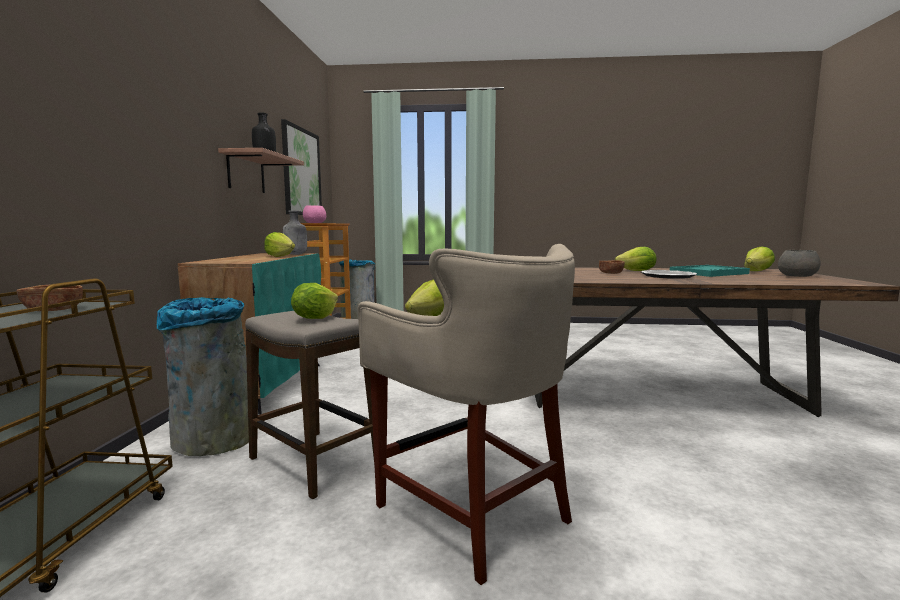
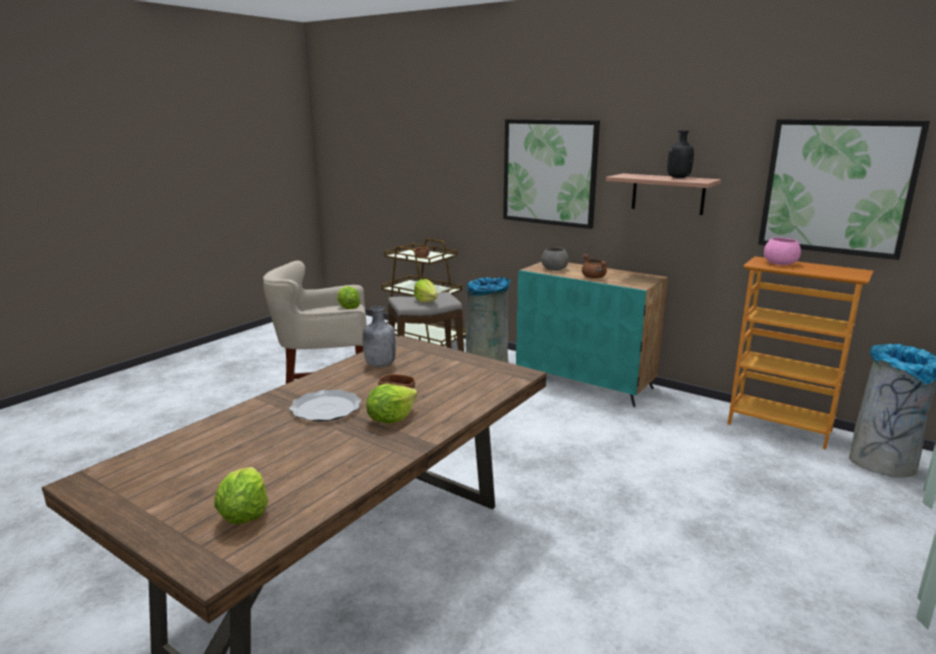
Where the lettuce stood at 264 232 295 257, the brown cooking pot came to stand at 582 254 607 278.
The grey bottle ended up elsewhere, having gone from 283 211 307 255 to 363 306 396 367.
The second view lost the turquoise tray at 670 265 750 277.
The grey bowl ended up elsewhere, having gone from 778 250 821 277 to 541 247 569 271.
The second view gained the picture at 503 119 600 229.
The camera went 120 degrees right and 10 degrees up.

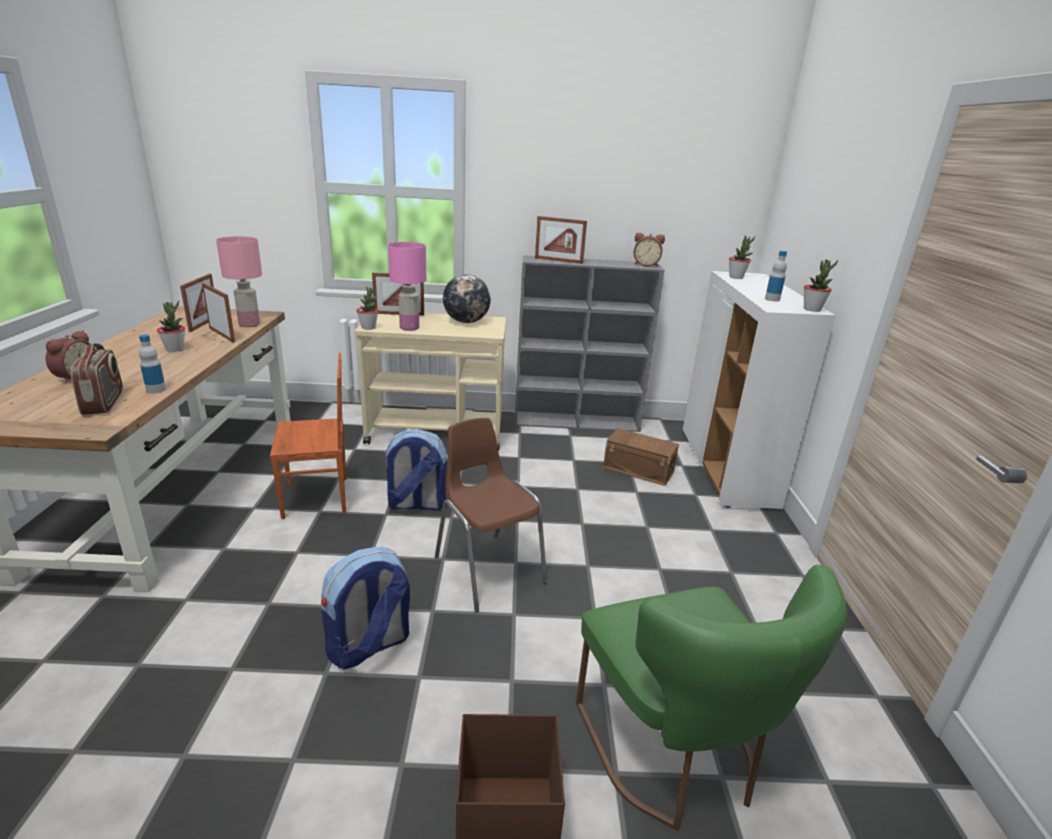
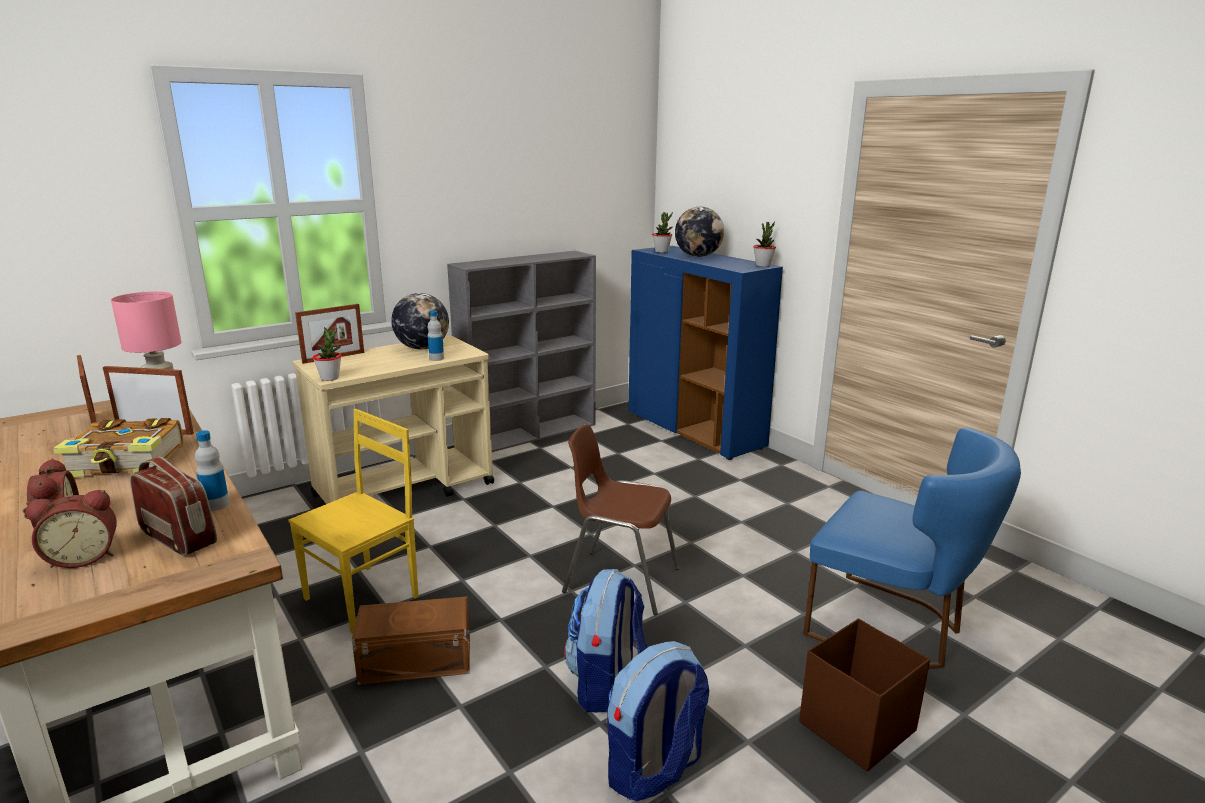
Where the potted plant stood at 157 301 185 352, the book came to stand at 53 418 184 477.
What was the brown chair at 270 353 347 519 turned into the yellow chair at 288 409 419 633.
The backpack ended up elsewhere, having gone from 383 429 447 511 to 607 641 709 802.
The second view lost the pink table lamp at 388 242 426 331.
The second view lost the picture frame at 535 216 587 264.
What was the green chair at 576 565 847 830 turned into the blue chair at 803 428 1021 669.
The brown storage box ended up elsewhere, having gone from 603 428 679 486 to 352 596 470 685.
The alarm clock ended up elsewhere, having gone from 633 233 665 267 to 26 490 117 568.
What was the white cabinet at 683 271 835 510 turned into the blue cabinet at 628 246 783 460.
The bottle ended up elsewhere, having gone from 765 251 787 301 to 428 311 444 361.
The second view gained the globe at 675 207 724 257.
The camera went 35 degrees left and 5 degrees down.

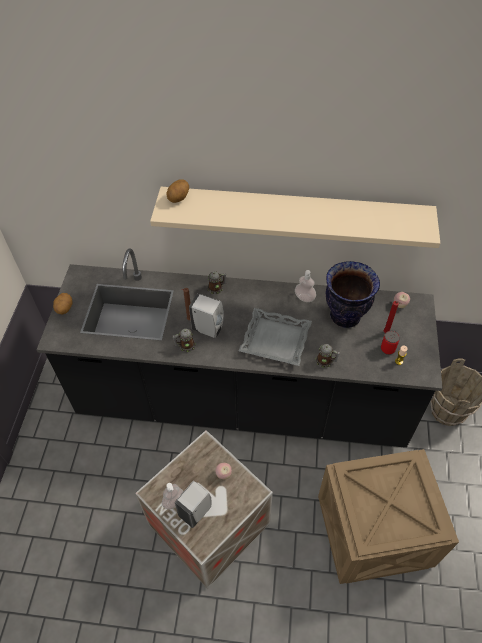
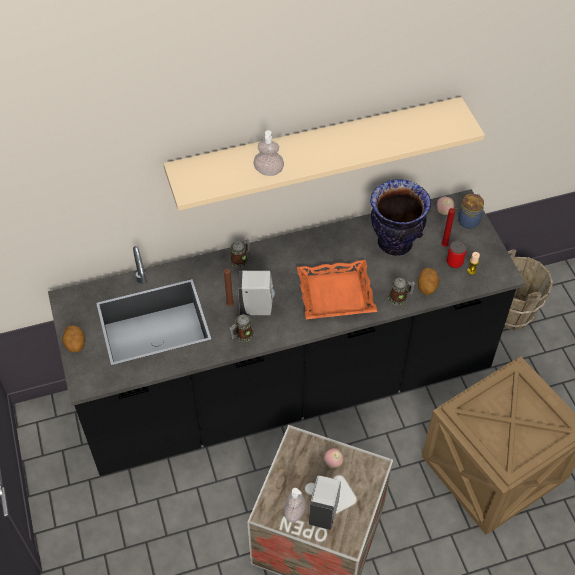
The potato ended up elsewhere, having gone from 166 179 189 203 to 418 267 439 295.
What was the grey tray at 239 308 312 366 turned into the orange tray at 297 260 377 319.
The soap dispenser ended up elsewhere, having gone from 295 270 316 302 to 253 130 284 176.
The second view gained the jar at 458 194 484 229.
The camera went 25 degrees left and 0 degrees up.

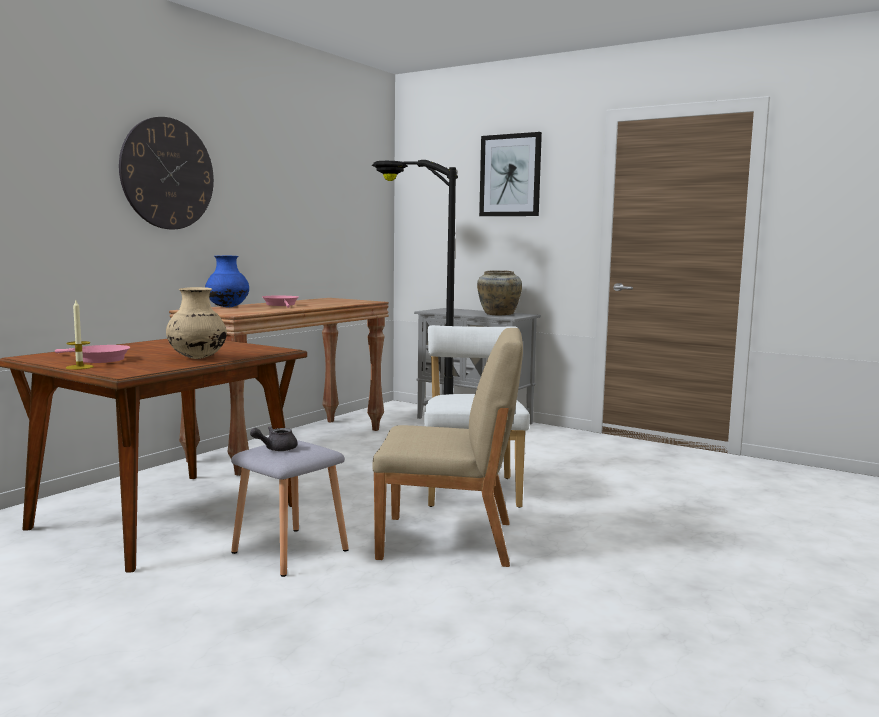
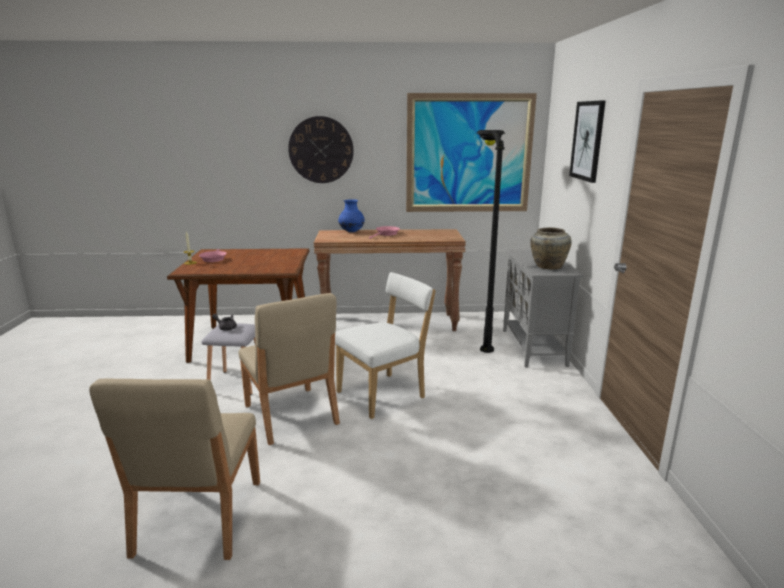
The second view lost the beige vase at 166 287 227 359.
The second view gained the beige chair at 89 379 260 560.
The second view gained the picture at 406 93 537 212.
The camera went 55 degrees right and 10 degrees up.

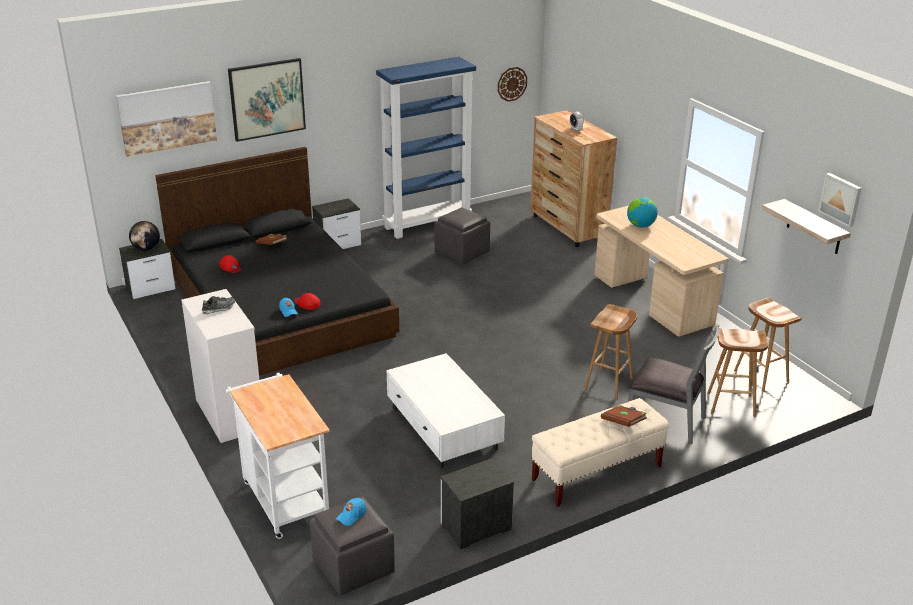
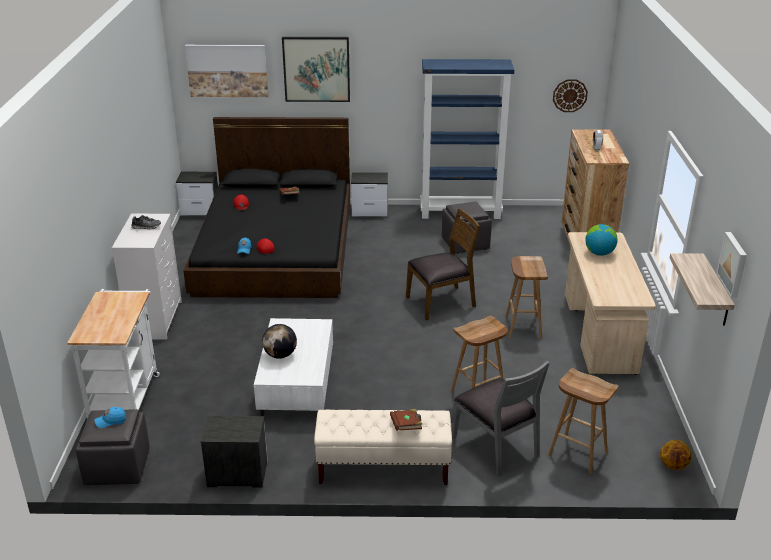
The globe ended up elsewhere, having gone from 129 221 160 251 to 262 324 297 359.
The brown stool ended up elsewhere, having gone from 734 298 802 392 to 505 256 548 338.
The second view gained the brown chair at 406 208 480 320.
The second view gained the basketball at 660 440 692 470.
The camera went 30 degrees right and 0 degrees up.

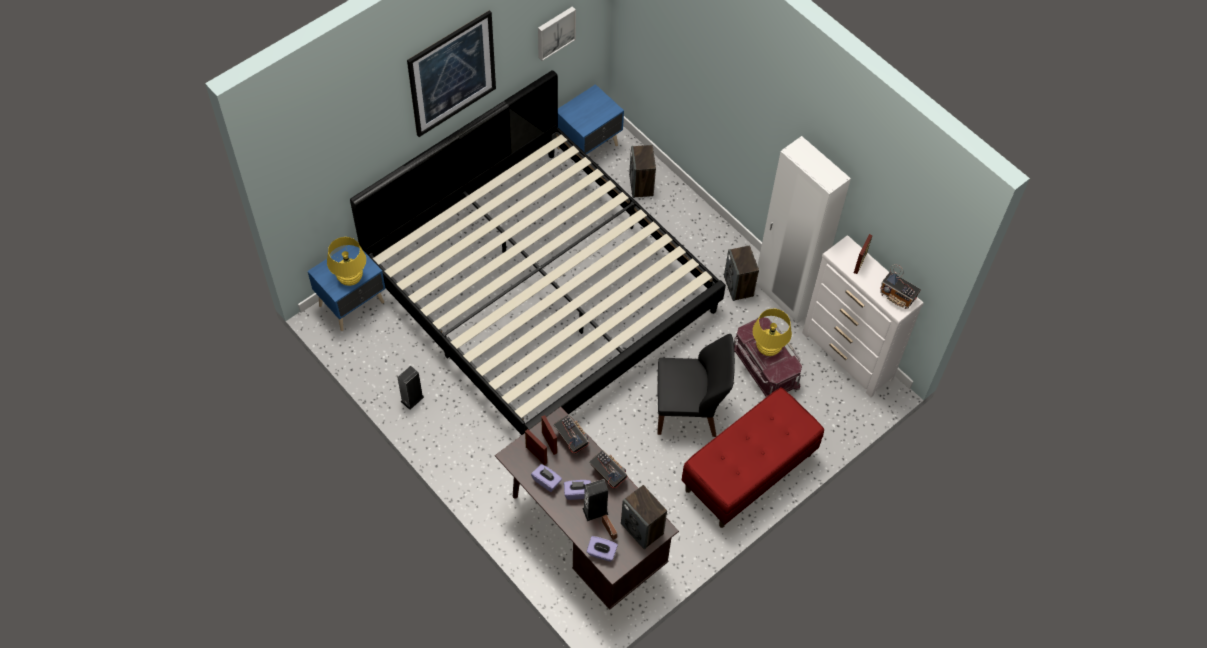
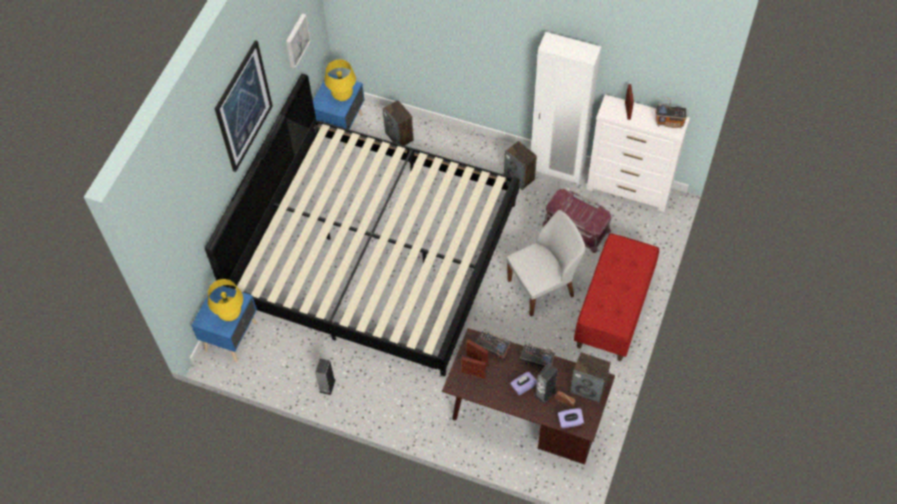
The second view lost the purple tissue box at 531 464 562 492.
What was the black chair at 657 334 735 437 turned into the white chair at 507 210 586 316.
The yellow table lamp ended up elsewhere, having gone from 753 309 792 356 to 324 59 356 101.
The camera went 25 degrees left and 0 degrees up.

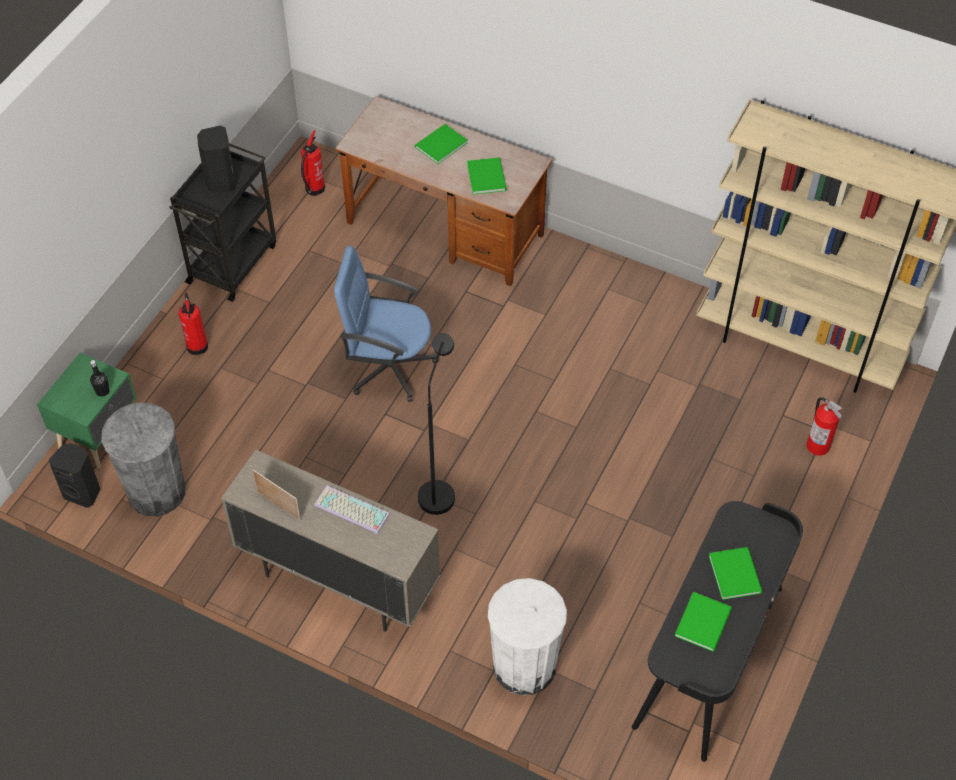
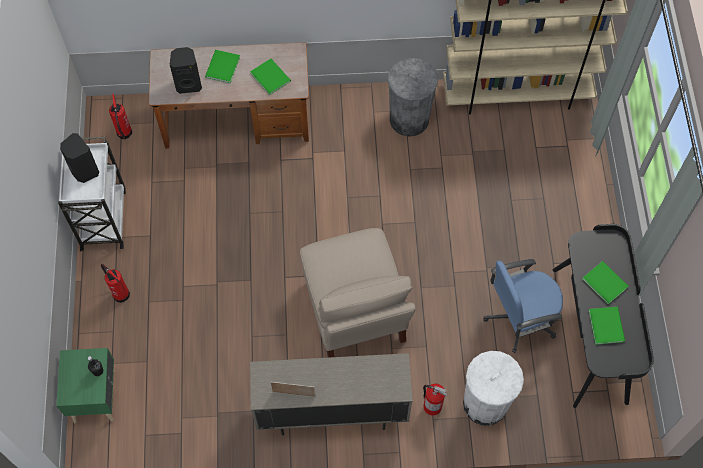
The black speaker ended up elsewhere, having gone from 49 444 100 508 to 170 47 202 94.
The grey trash can ended up elsewhere, having gone from 101 402 185 517 to 388 58 438 137.
What was the black cart at 169 143 276 302 turned into the white cart at 58 137 126 251.
The second view lost the keyboard at 314 486 390 534.
The blue office chair ended up elsewhere, having gone from 334 246 439 402 to 483 259 563 353.
Where the black floor lamp stood at 418 333 455 515, the beige chair came to stand at 300 228 416 358.
The fire extinguisher ended up elsewhere, having gone from 807 397 843 456 to 423 384 448 416.
The camera went 30 degrees left and 10 degrees up.

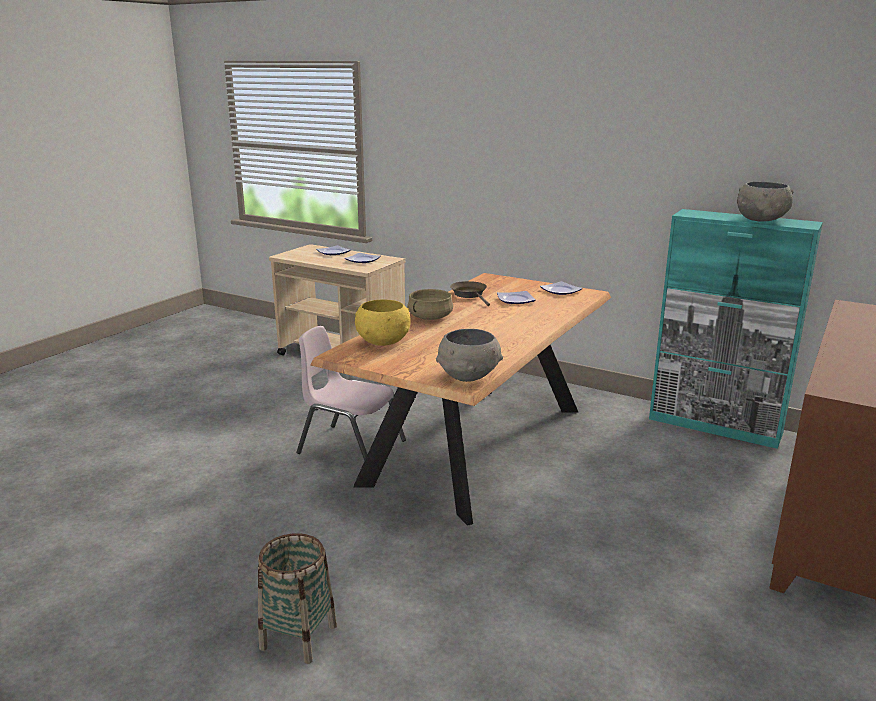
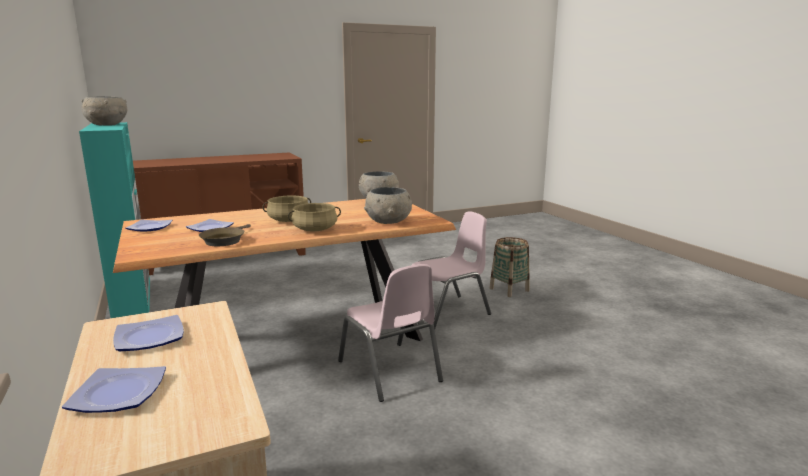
What was the yellow bowl at 355 300 411 346 turned into the grey bowl at 364 187 412 224.
The second view gained the beige cooking pot at 262 196 311 222.
The second view gained the pink chair at 412 211 491 329.
The camera went 145 degrees left and 5 degrees down.

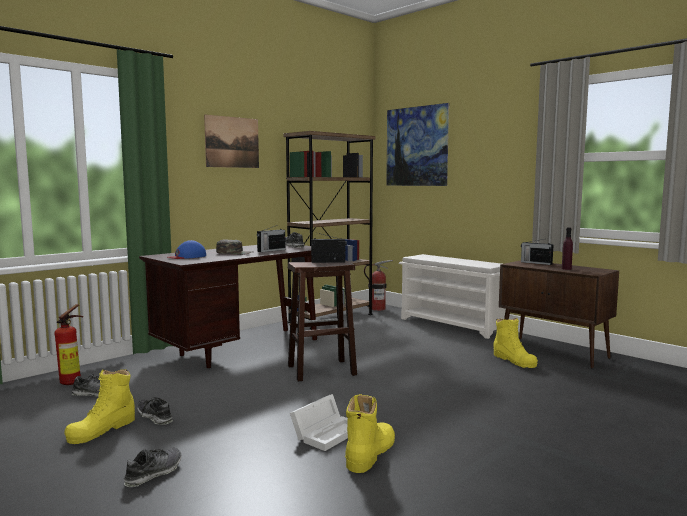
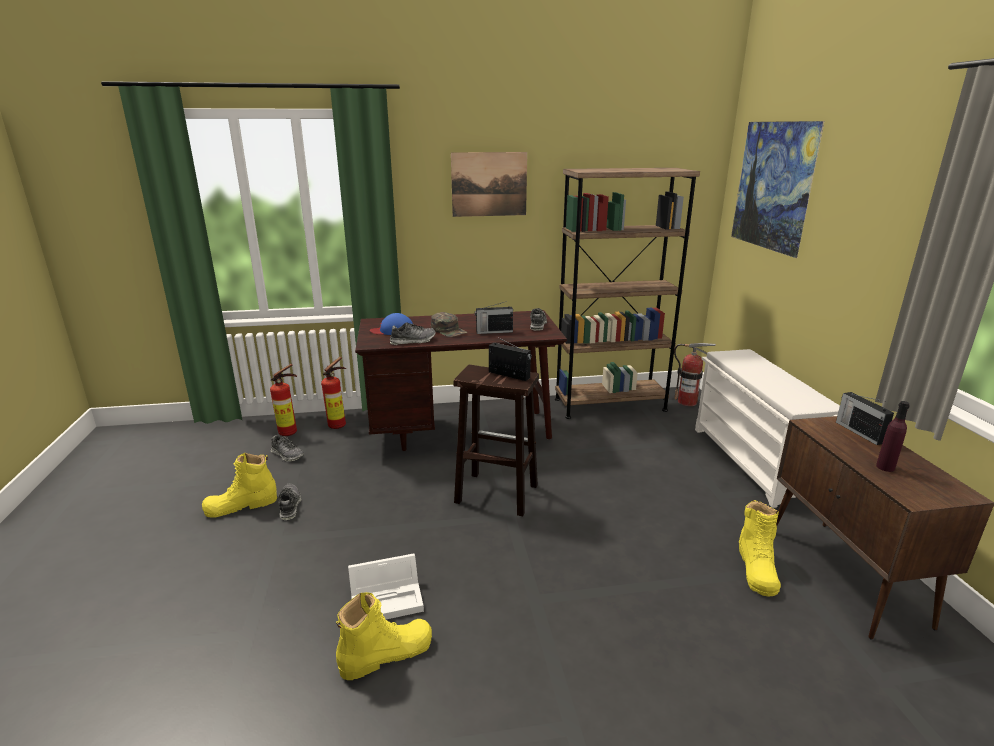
The shoe ended up elsewhere, having gone from 123 448 182 487 to 390 322 436 345.
The second view gained the fire extinguisher at 321 357 346 429.
The camera went 35 degrees right and 15 degrees up.

